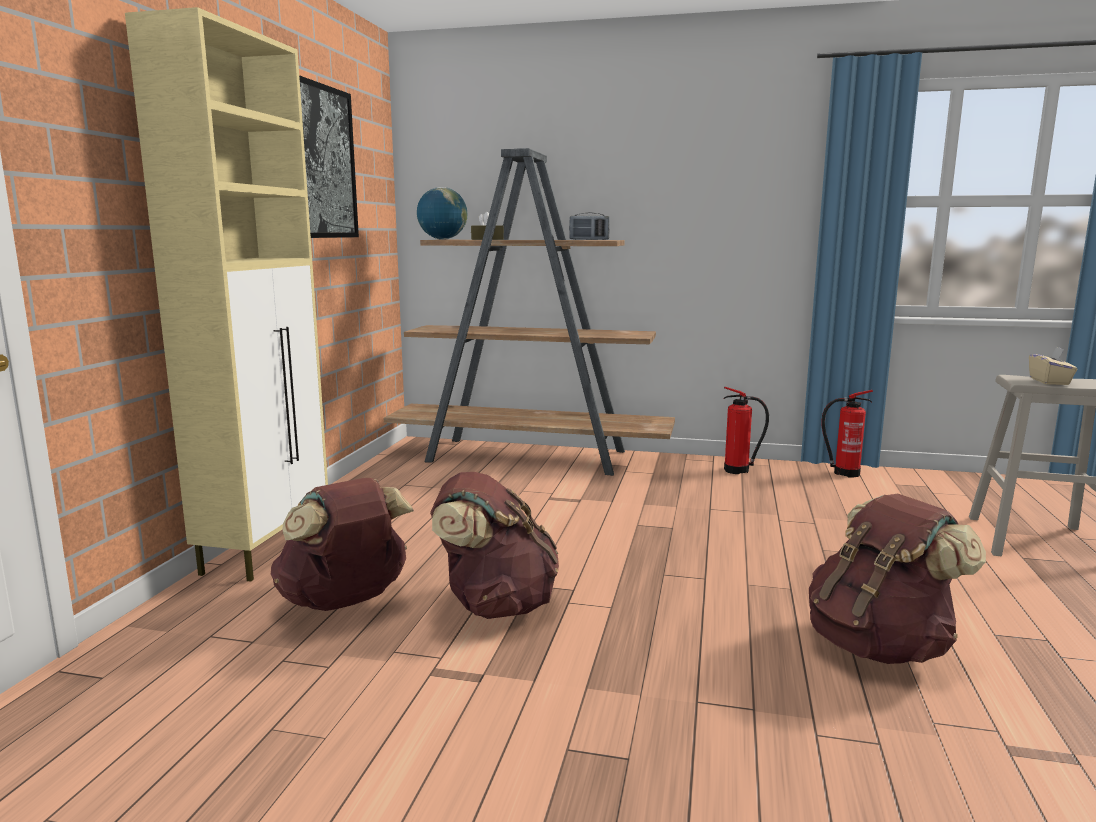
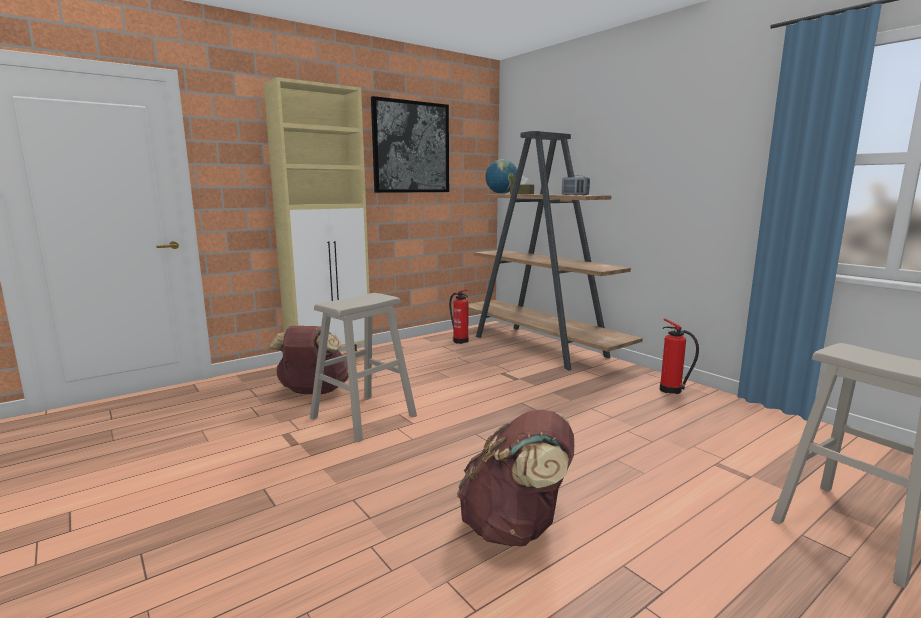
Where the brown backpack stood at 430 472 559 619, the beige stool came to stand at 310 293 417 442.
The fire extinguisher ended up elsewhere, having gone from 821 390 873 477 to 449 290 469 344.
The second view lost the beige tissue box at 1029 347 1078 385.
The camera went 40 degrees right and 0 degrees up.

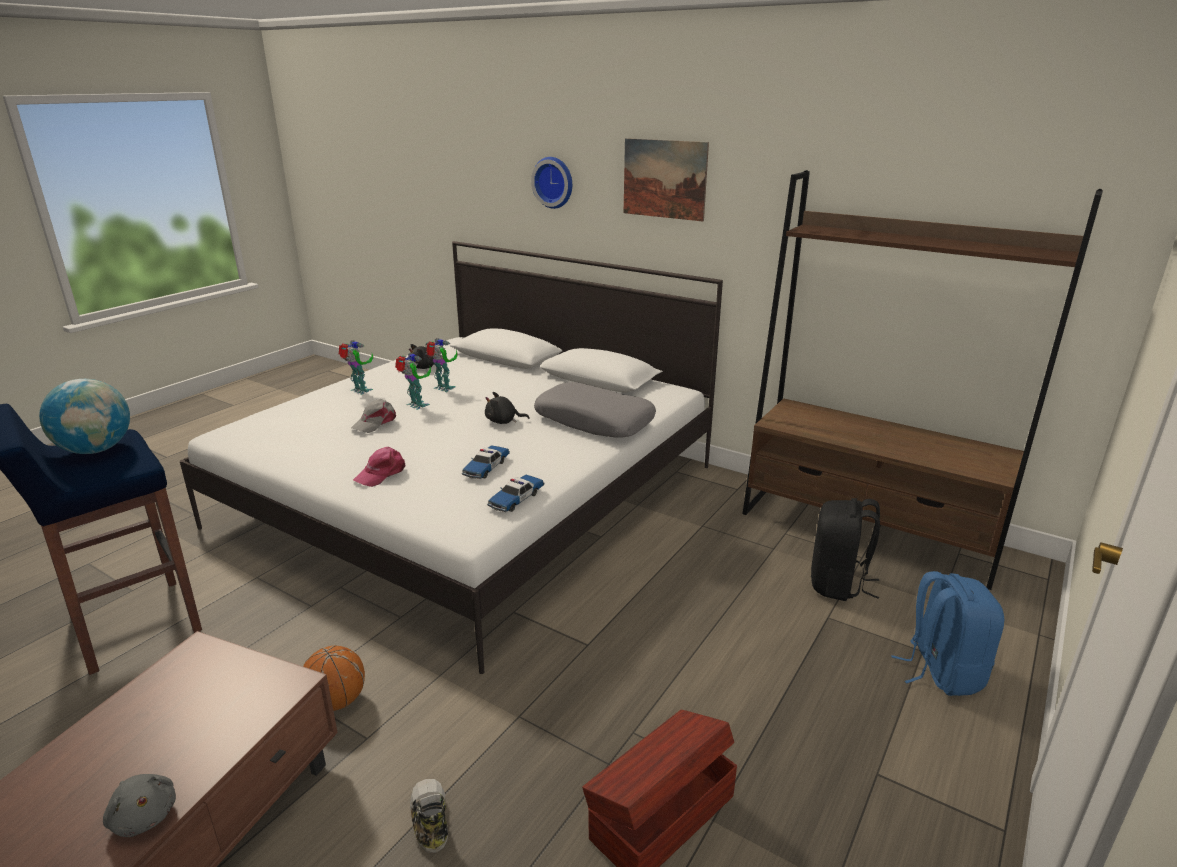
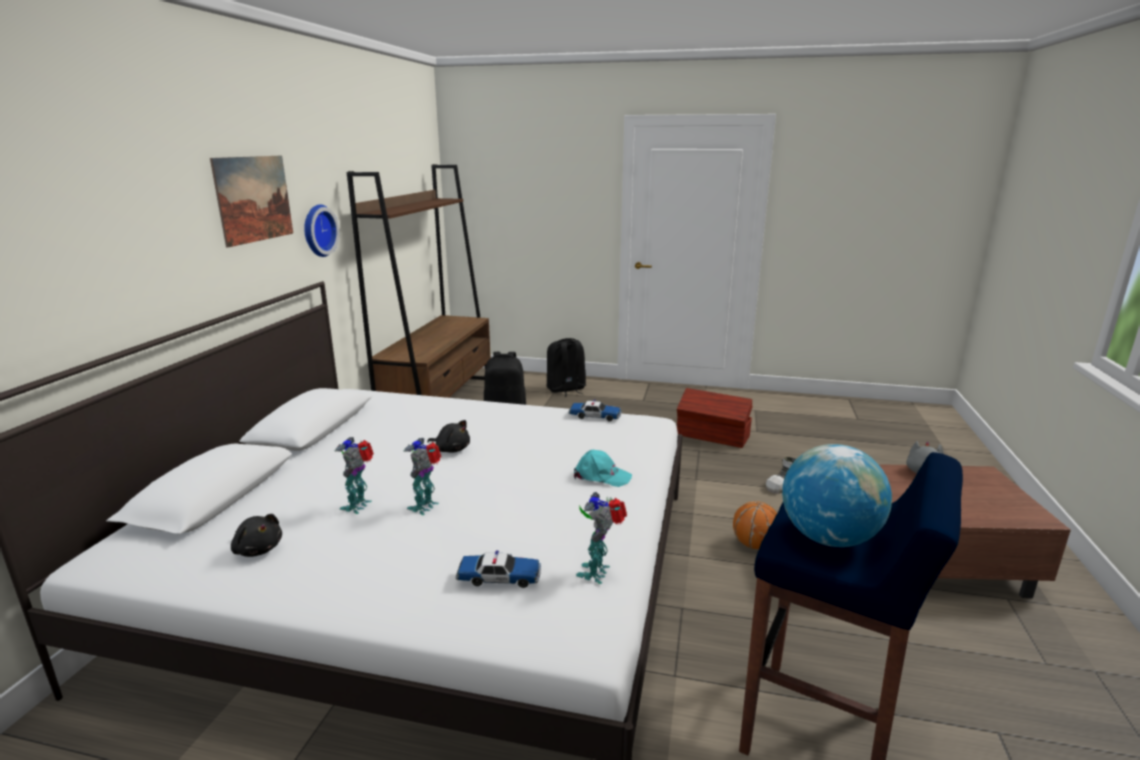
The toy robot ended up elsewhere, having gone from 339 340 373 395 to 576 492 627 584.
The second view lost the grey cap at 351 399 396 433.
What was the pink cap at 353 447 405 487 turned into the turquoise cap at 574 450 632 487.
The toy car ended up elsewhere, having gone from 462 445 510 479 to 456 550 541 588.
The black plush toy at 485 392 530 424 ended up facing another way, 45 degrees counterclockwise from before.
The wall clock ended up elsewhere, having gone from 531 157 572 209 to 304 204 339 257.
The second view lost the grey pillow at 534 382 656 438.
What was the blue backpack at 891 571 1004 696 turned into the black backpack at 547 338 586 397.
The camera went 110 degrees left and 5 degrees down.

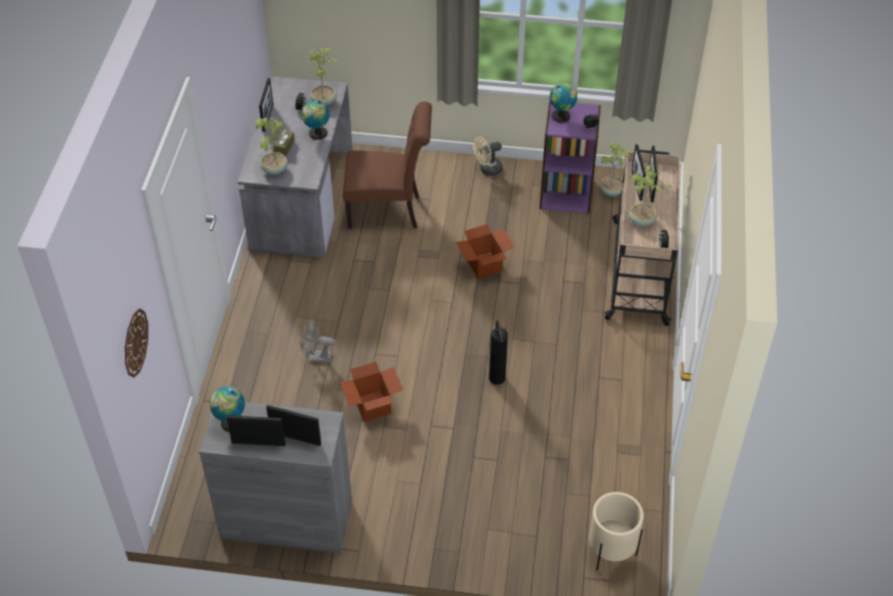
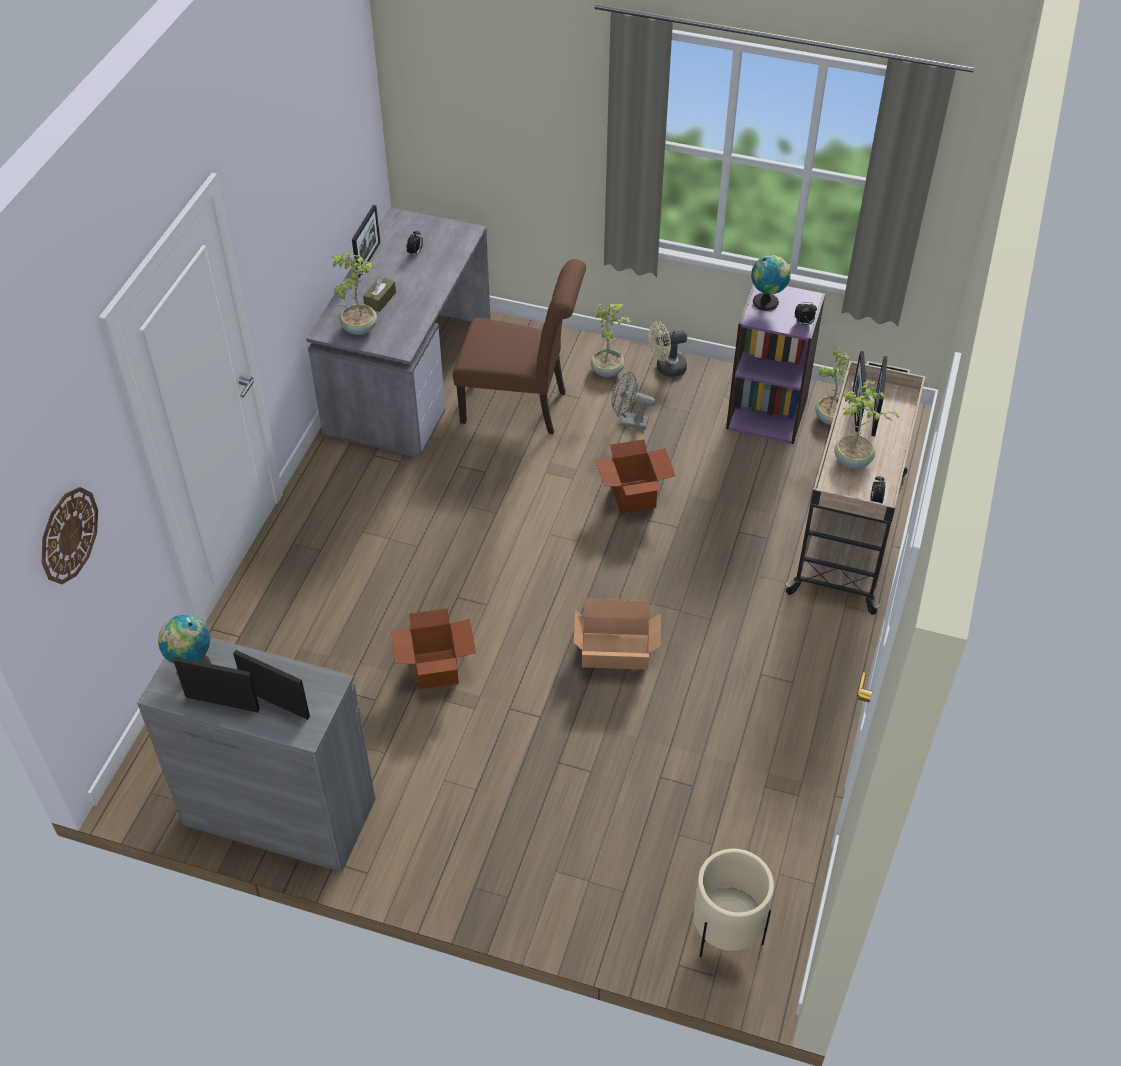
The grey fan ended up elsewhere, having gone from 300 320 335 362 to 612 371 655 429.
The second view lost the globe at 302 101 330 140.
The potted plant ended up elsewhere, having gone from 309 48 338 106 to 591 303 633 377.
Where the fire extinguisher stood at 489 320 508 385, the cardboard box came to stand at 574 599 661 670.
The camera went 10 degrees right and 0 degrees up.

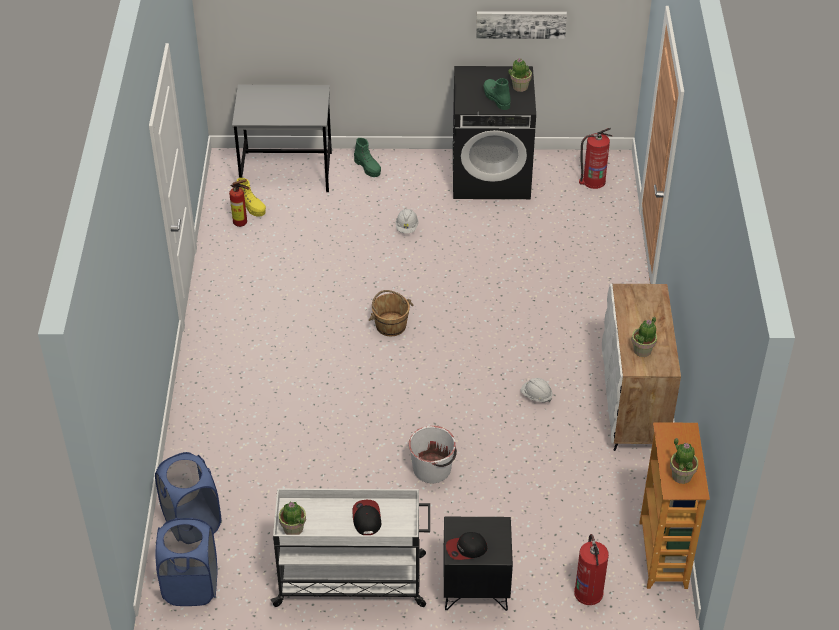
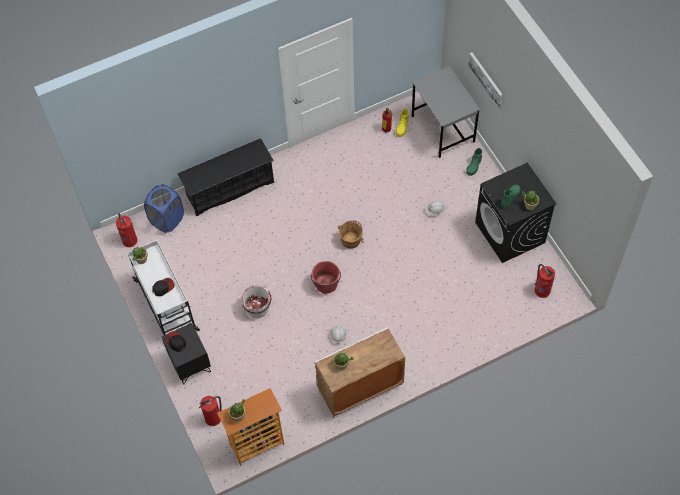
Where the blue laundry basket stood at 155 518 217 606, the fire extinguisher came to stand at 116 213 138 247.
The picture ended up elsewhere, having gone from 476 11 567 39 to 468 52 503 108.
The second view gained the black shoe rack at 178 138 274 216.
The second view gained the red bucket at 311 261 341 294.
The camera went 65 degrees right and 15 degrees up.

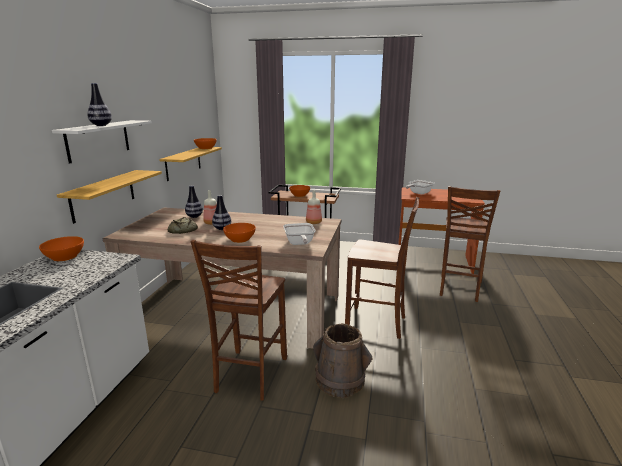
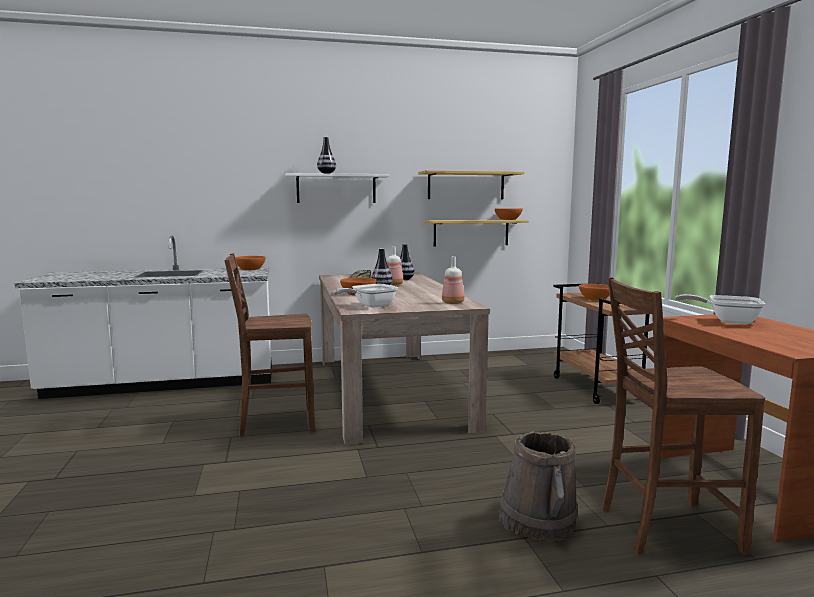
The shelf ended up elsewhere, having gone from 57 170 162 224 to 418 170 524 199.
The brown bucket ended up elsewhere, having gone from 313 323 373 398 to 499 431 578 541.
The second view lost the brown chair at 345 197 419 339.
The camera went 65 degrees right and 10 degrees down.

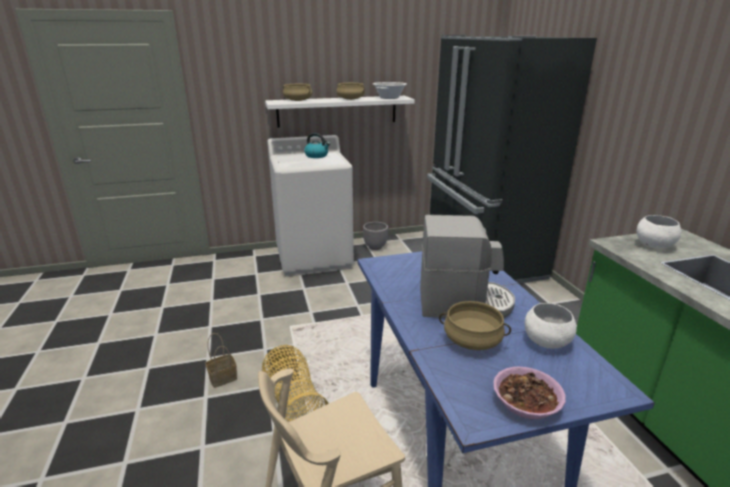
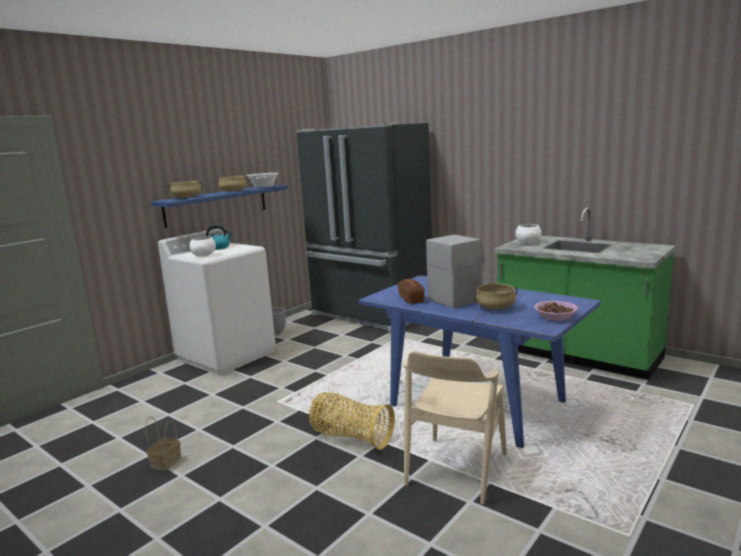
The basket ended up elsewhere, having gone from 205 333 237 388 to 146 417 181 471.
What was the white shelf at 265 96 415 128 turned into the blue shelf at 151 185 288 228.
The white bowl ended up elsewhere, having gone from 525 303 576 349 to 189 236 216 257.
The second view gained the bread at 398 279 425 304.
The camera went 35 degrees left and 10 degrees down.

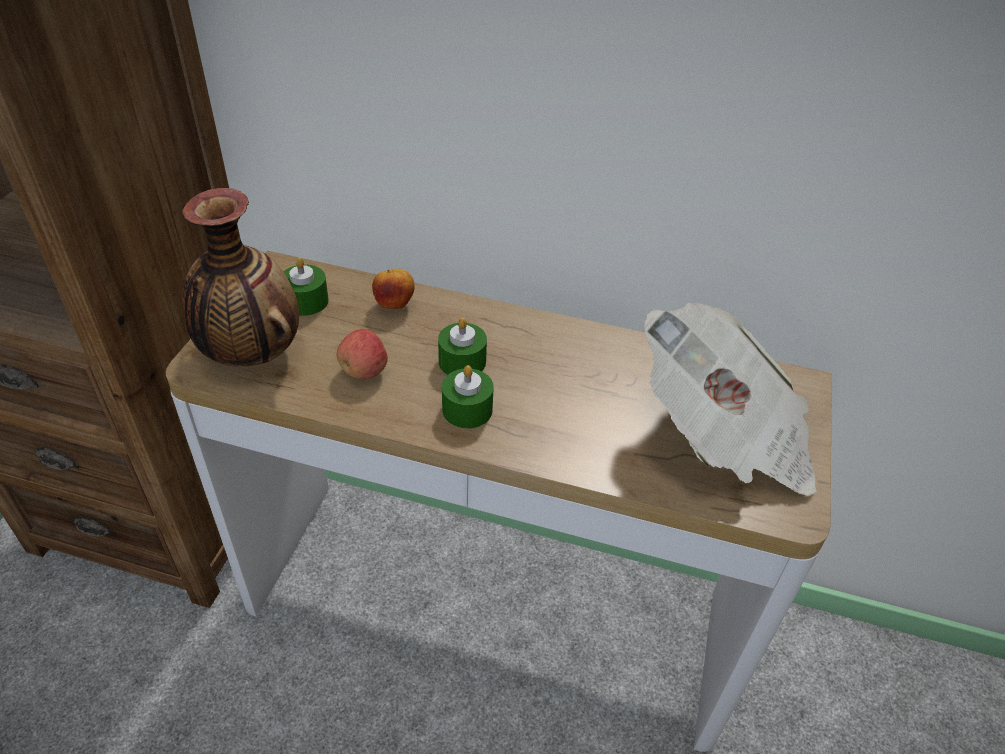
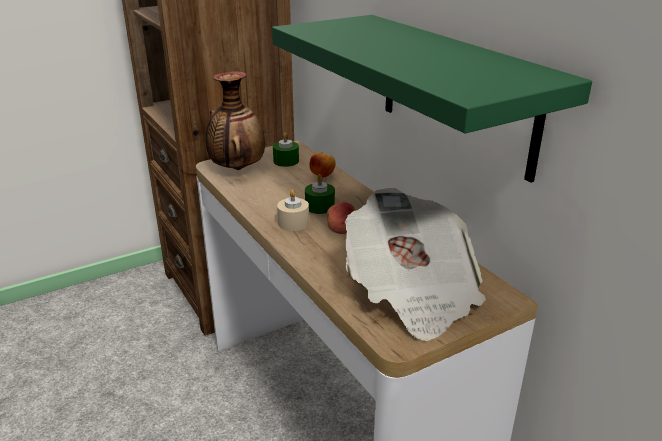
The apple ended up elsewhere, having gone from 337 329 388 379 to 327 202 355 234.
What was the green candle at 442 365 494 429 turned into the beige candle at 277 189 309 231.
The second view gained the green shelf at 272 15 592 183.
The camera went 45 degrees right and 15 degrees down.

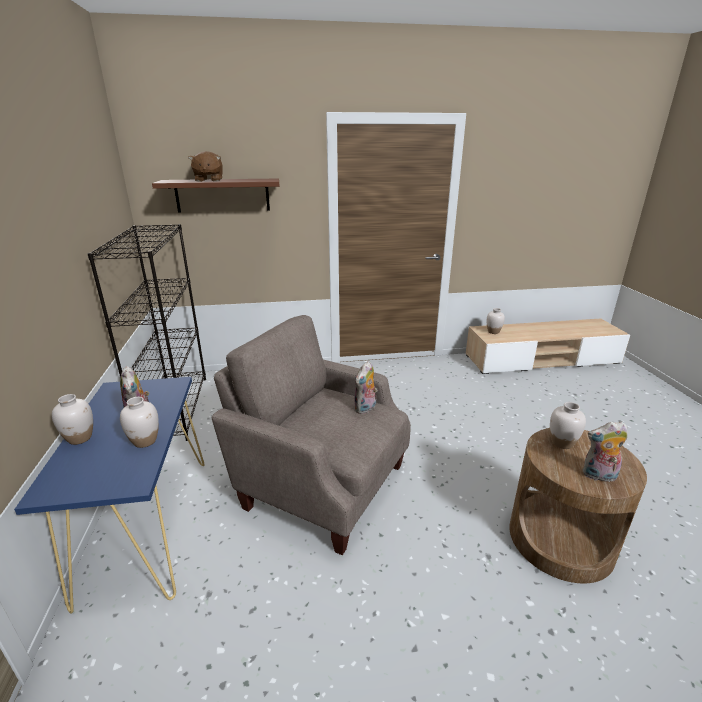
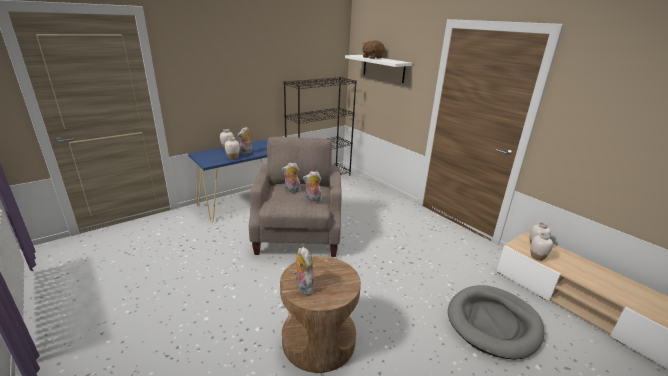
What was the brown shelf at 152 178 279 213 turned into the white shelf at 345 55 412 83.
The white vase ended up elsewhere, having gone from 550 402 586 449 to 530 233 553 261.
The second view gained the plush toy at 282 163 301 193.
The second view gained the grey dog bed at 448 285 544 359.
The camera went 60 degrees right and 0 degrees up.

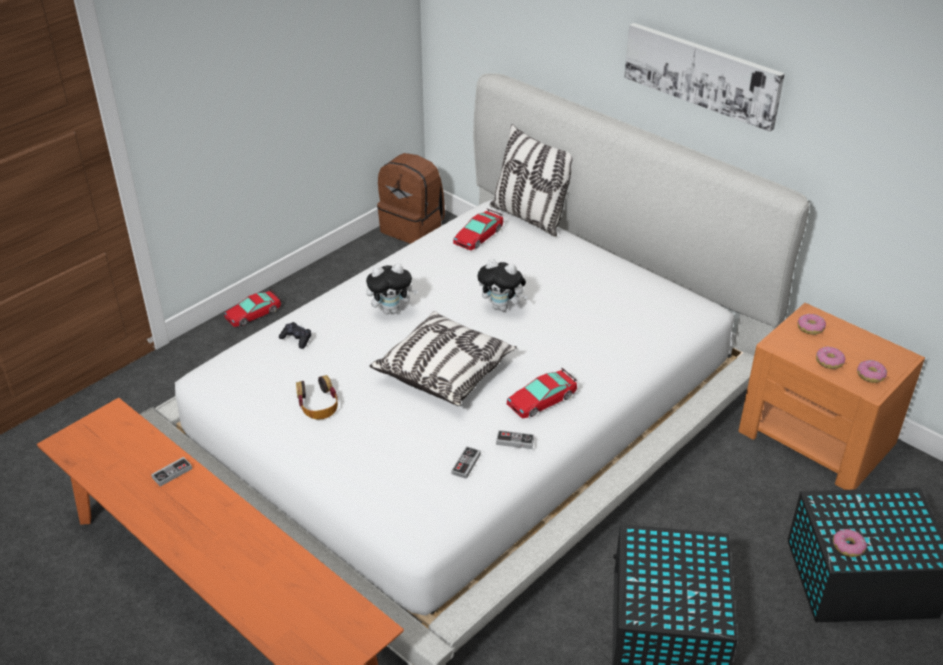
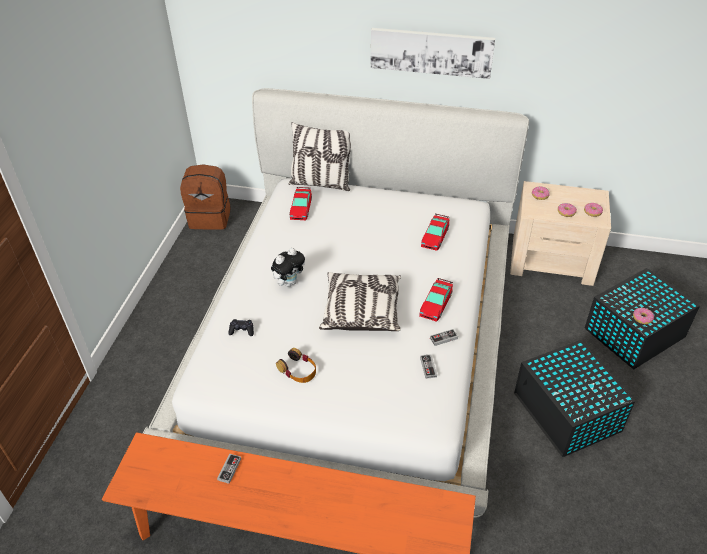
The toy car ended up elsewhere, having gone from 224 289 281 327 to 421 214 449 251.
The second view lost the plush toy at 477 259 528 311.
What was the orange nightstand at 739 303 925 490 turned into the beige nightstand at 510 181 611 286.
The camera went 30 degrees left and 5 degrees up.

